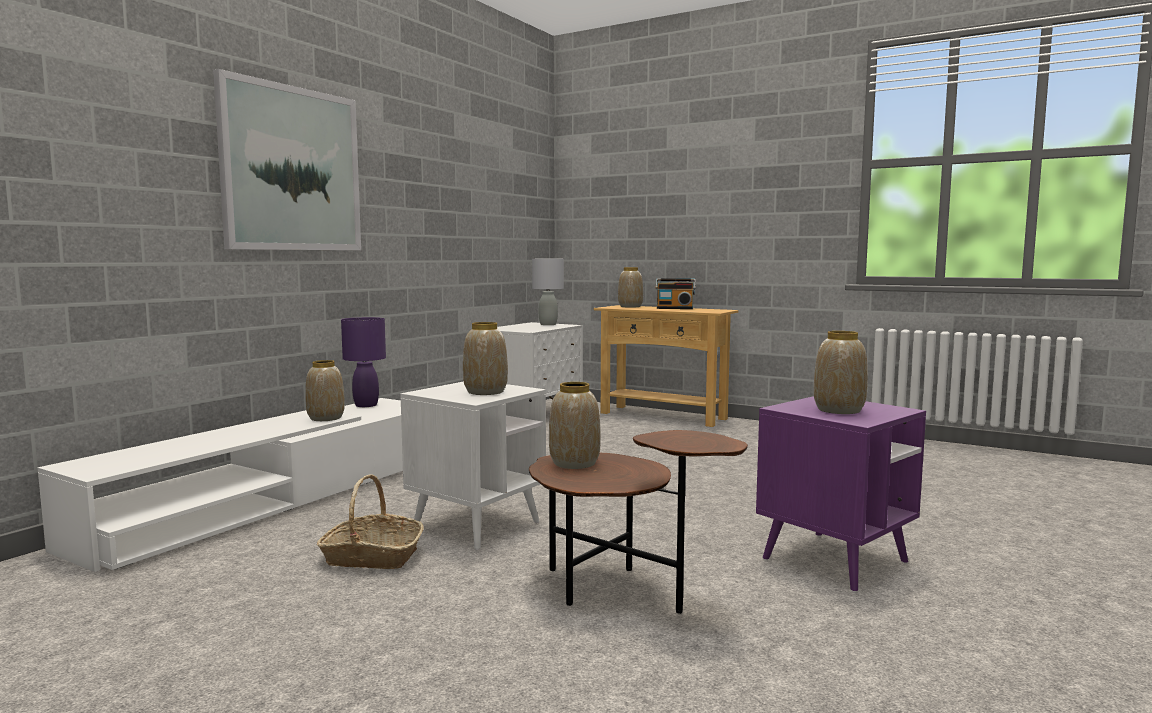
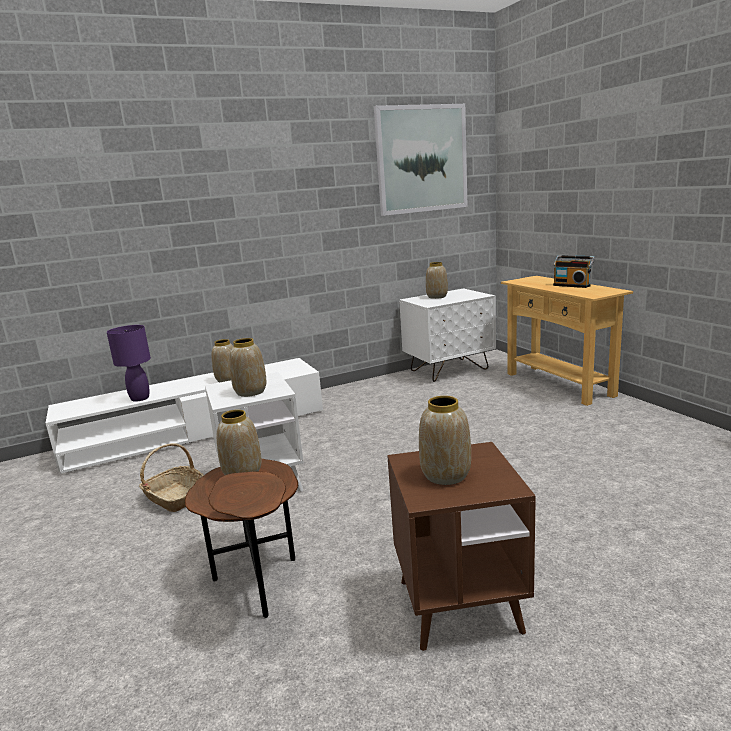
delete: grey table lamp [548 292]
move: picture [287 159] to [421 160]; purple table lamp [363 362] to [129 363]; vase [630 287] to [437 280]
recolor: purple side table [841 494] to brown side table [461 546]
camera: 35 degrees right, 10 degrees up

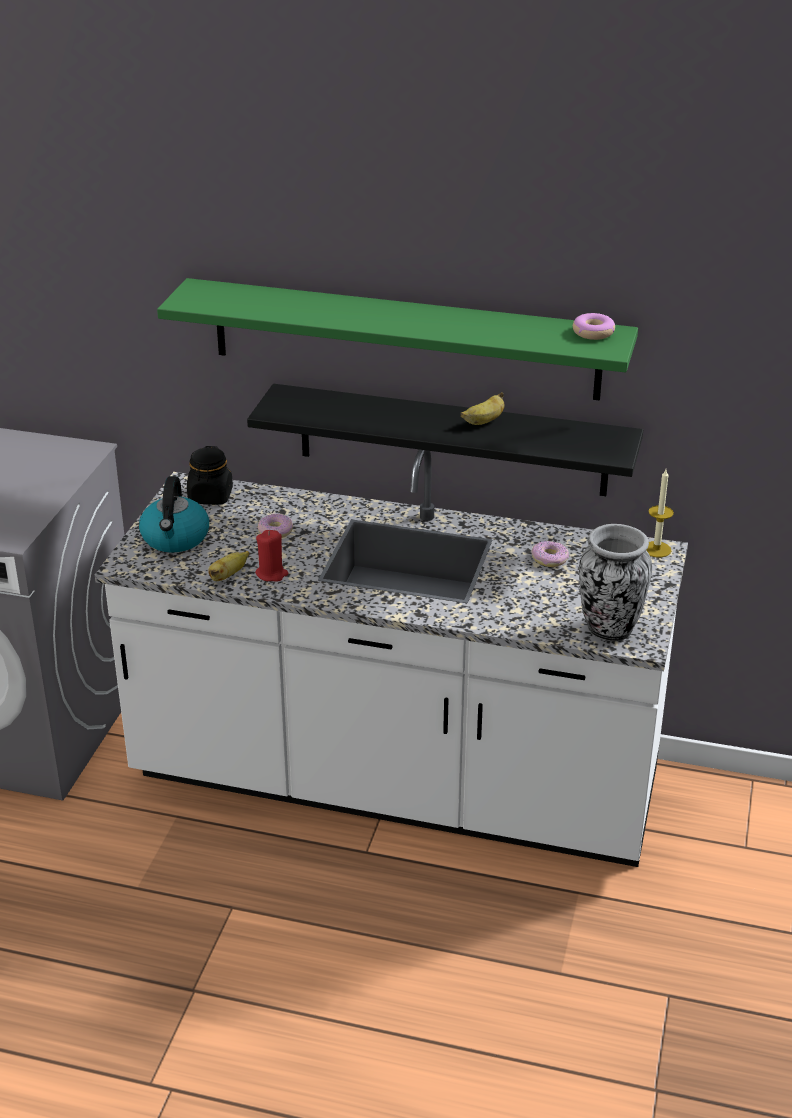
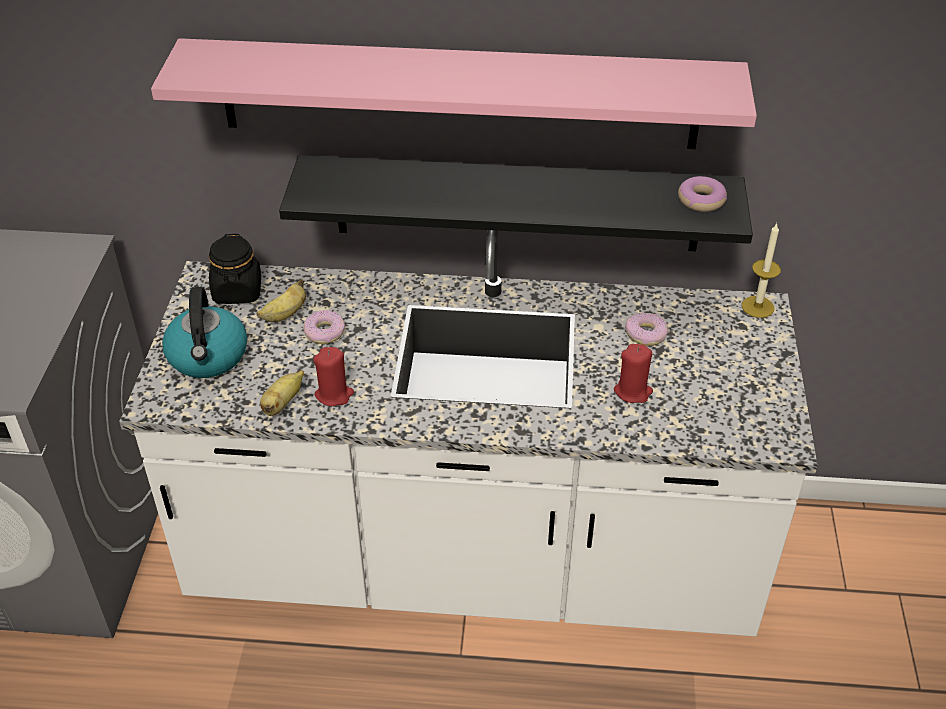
delete: vase [615 582]
insert: red candle [633 373]
move: banana [483 408] to [281 300]; donut [594 326] to [702 194]
recolor: green shelf [397 339] to pink shelf [454 93]
camera: 10 degrees left, 10 degrees up

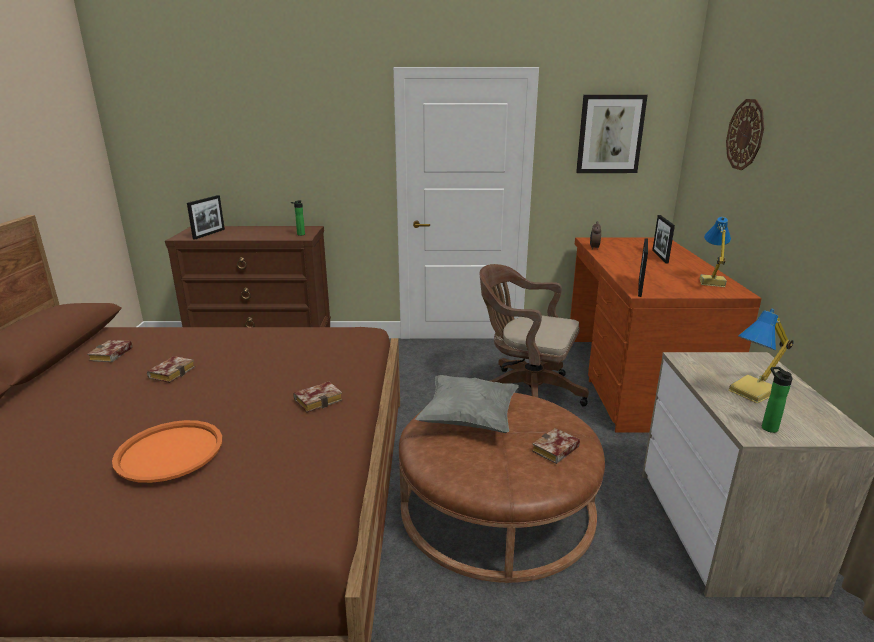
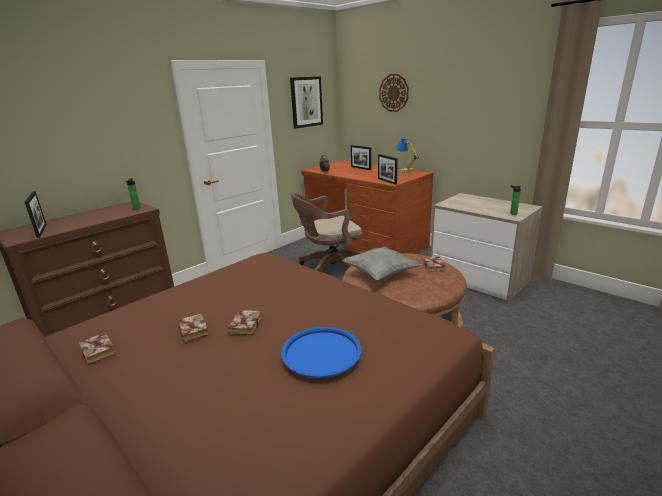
delete: table lamp [761 355]
move: book [318 397] to [245 322]
recolor: orange tray [167 451] to blue tray [321 352]
camera: 45 degrees left, 0 degrees up

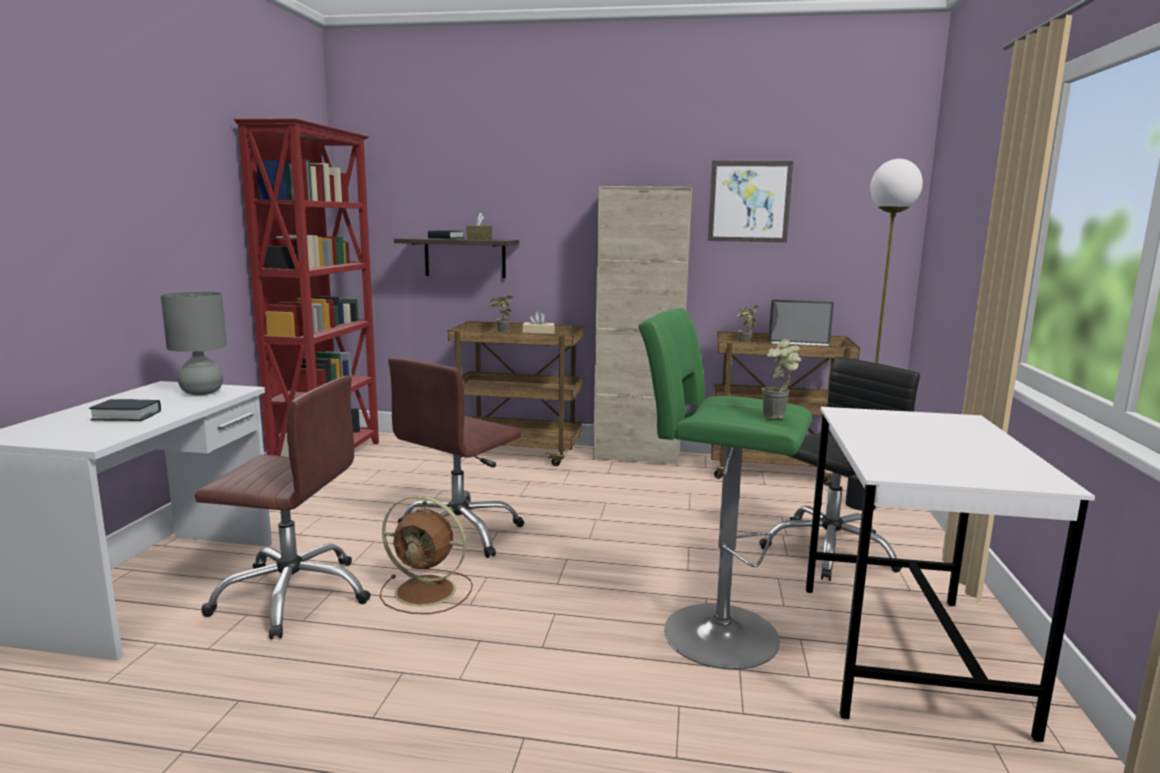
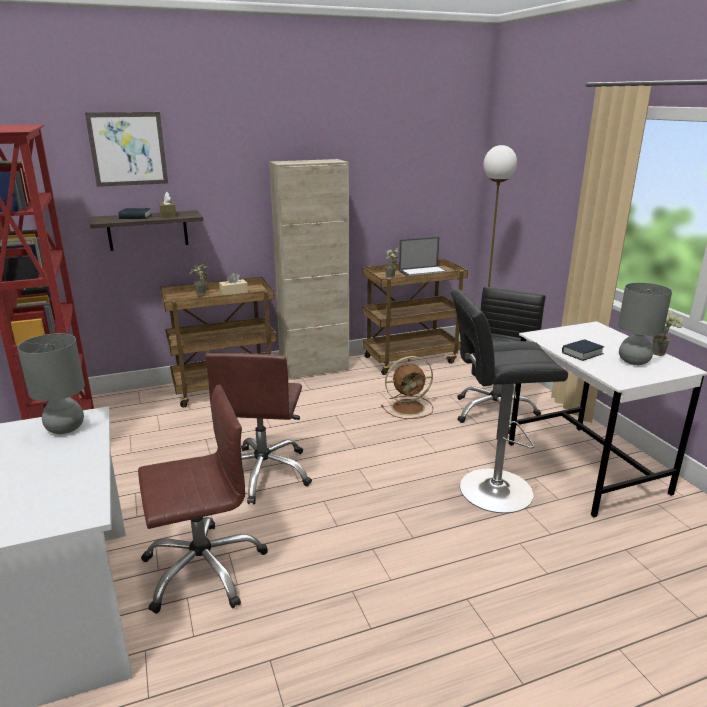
insert: grey table lamp [645 323]
move: book [125 410] to [583 350]; brown fan [426 555] to [407 387]; picture [750 202] to [126 149]; potted plant [781 379] to [668 333]
recolor: green stool [725 489] to black stool [509 401]
camera: 30 degrees left, 10 degrees up

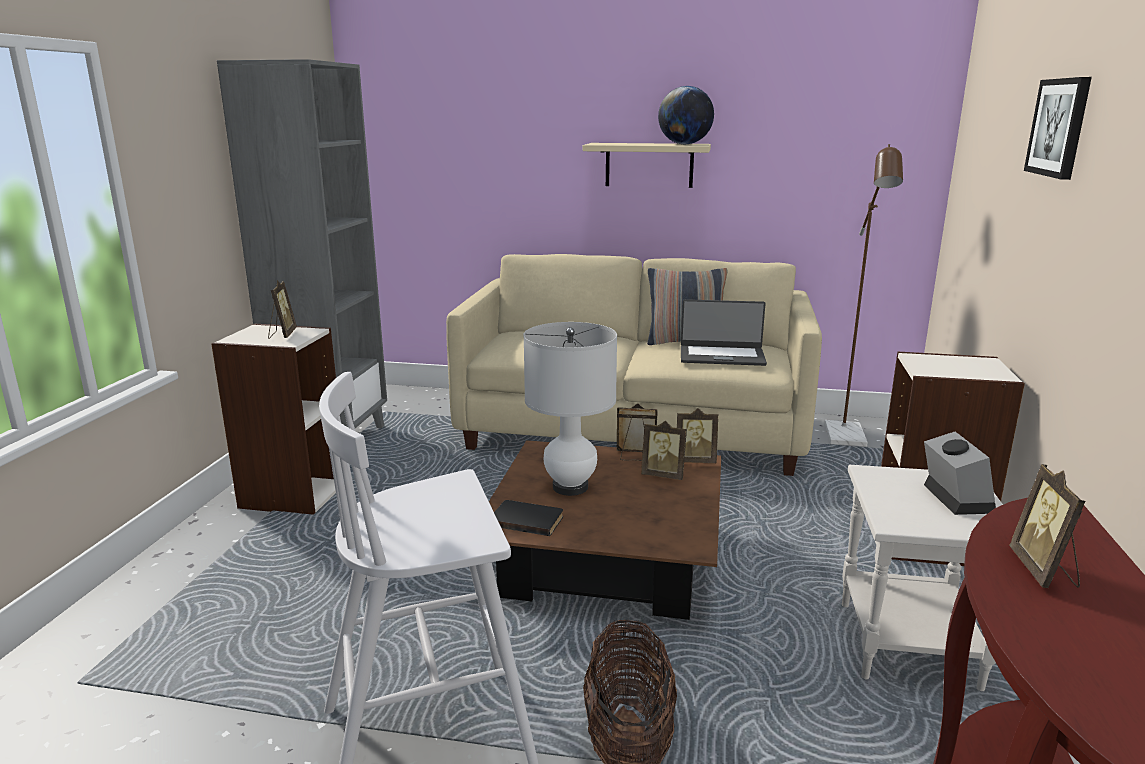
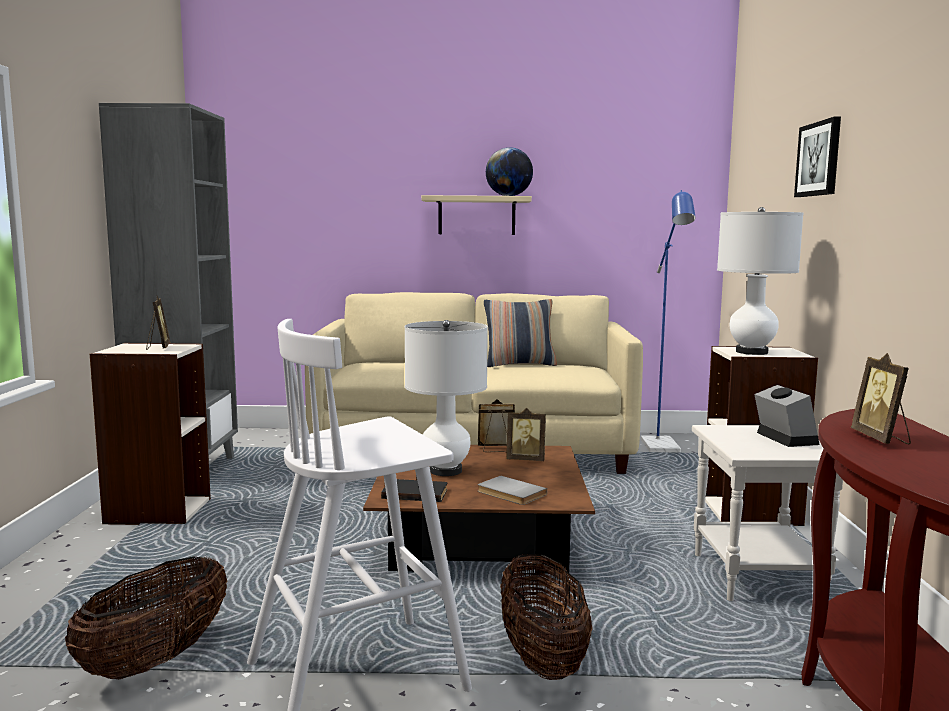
delete: picture frame [698 435]; laptop [724 332]
insert: basket [146 617]; grey book [512 490]; white table lamp [760 281]
recolor: brown floor lamp [864 295] to blue floor lamp [668 321]
camera: 10 degrees left, 10 degrees down

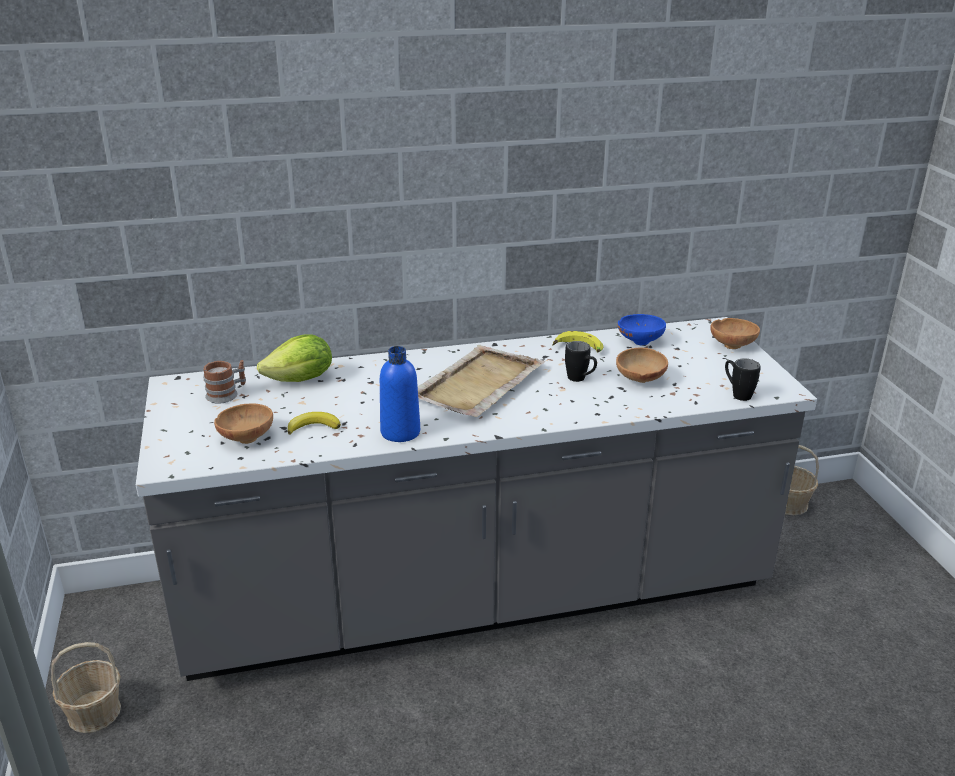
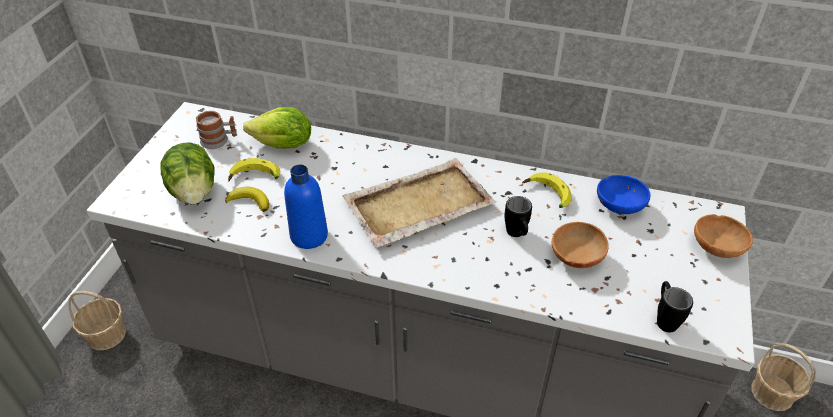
insert: banana [254 170]
replace: brown bowl [243 424] to lettuce [187 173]
camera: 30 degrees right, 15 degrees up

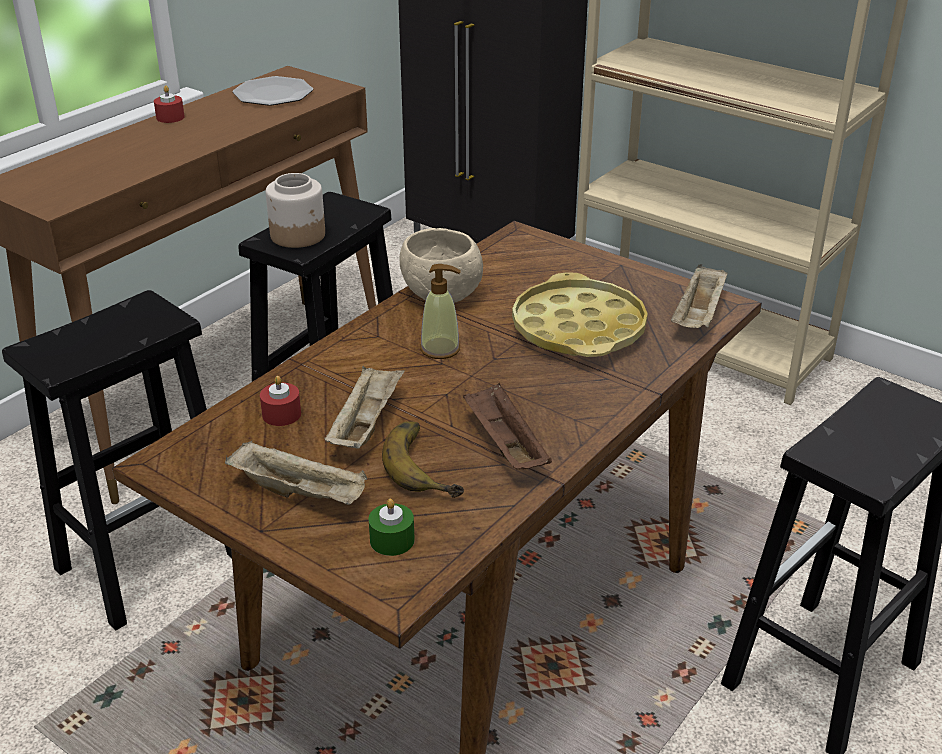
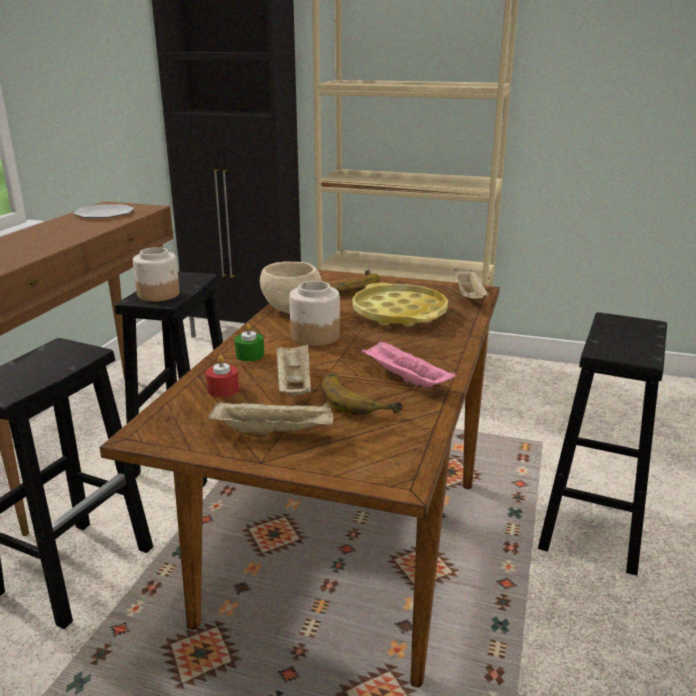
delete: red candle [169 104]
insert: banana [356 283]
move: green candle [392 527] to [249 342]
replace: soap dispenser [440 311] to jar [314 313]
recolor: brown tray [507 426] to pink tray [409 364]
camera: 20 degrees left, 10 degrees down

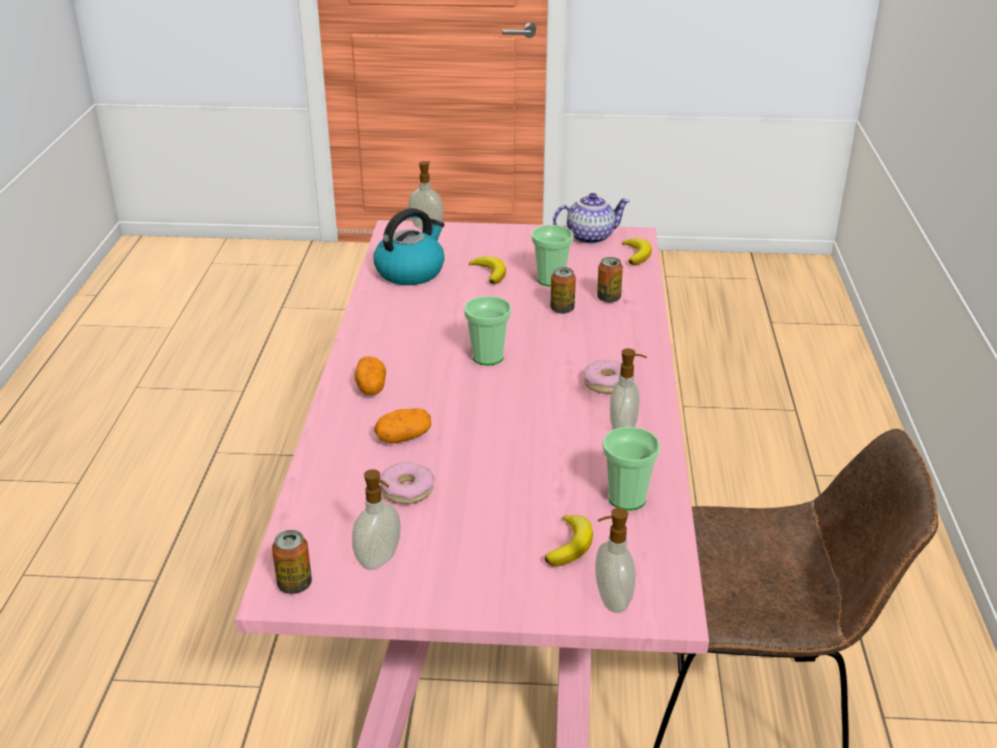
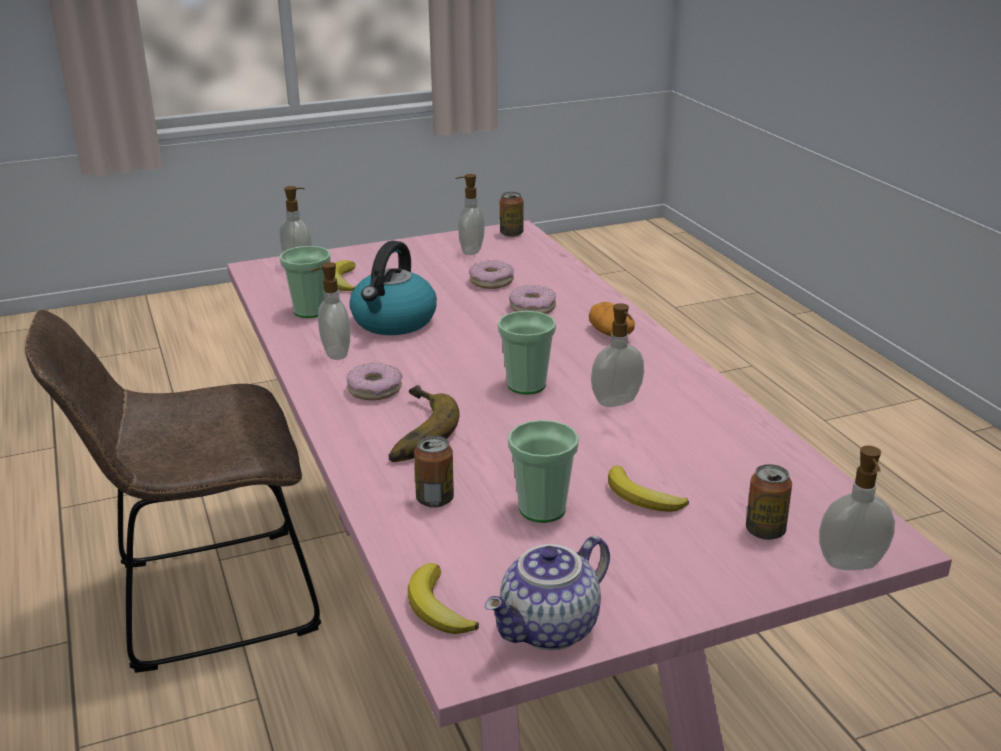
insert: banana [424 423]; soap dispenser [617 355]
move: kettle [409 246] to [393 288]; can [563 290] to [769 502]
replace: potato [402 426] to donut [532 299]
camera: 155 degrees right, 5 degrees down

